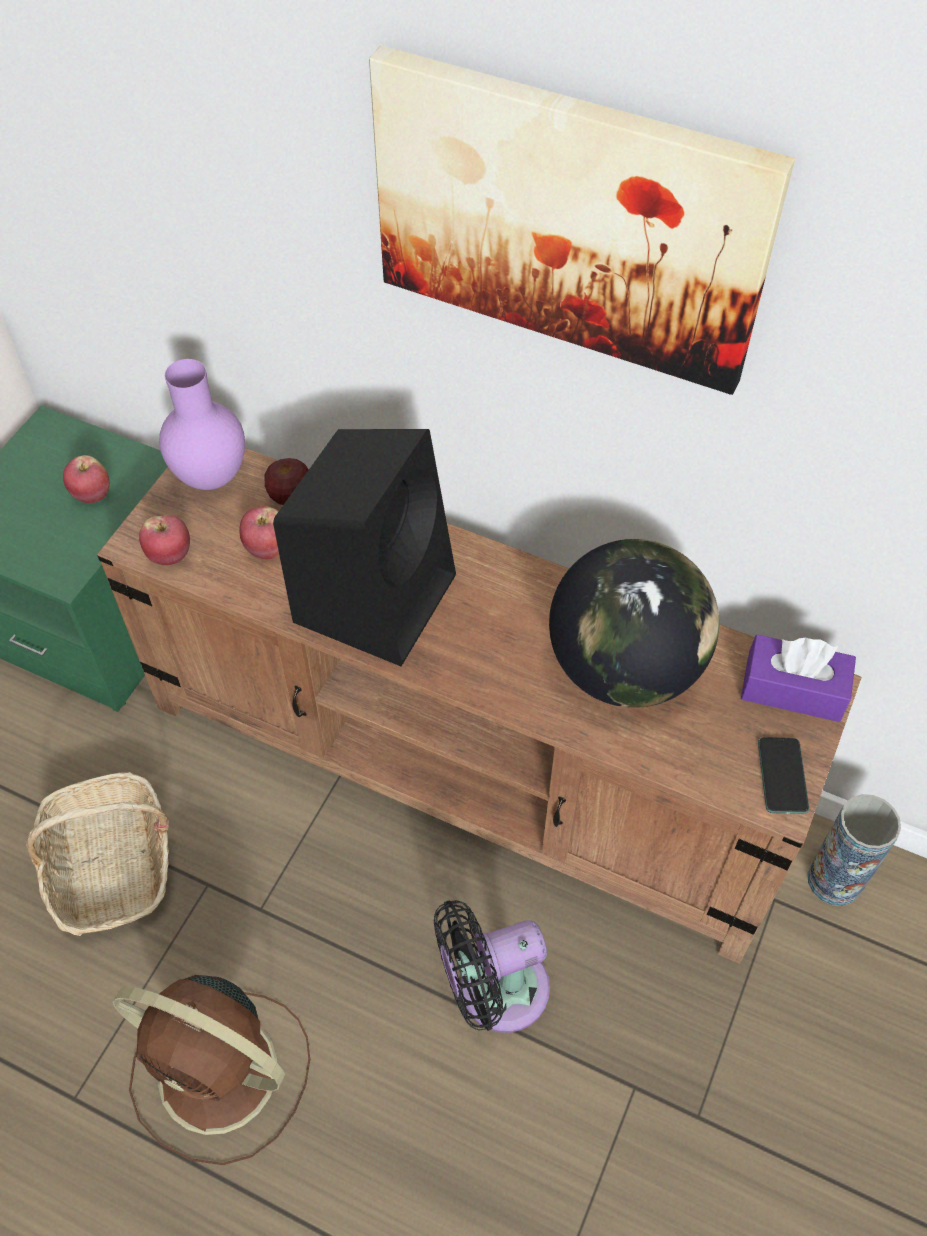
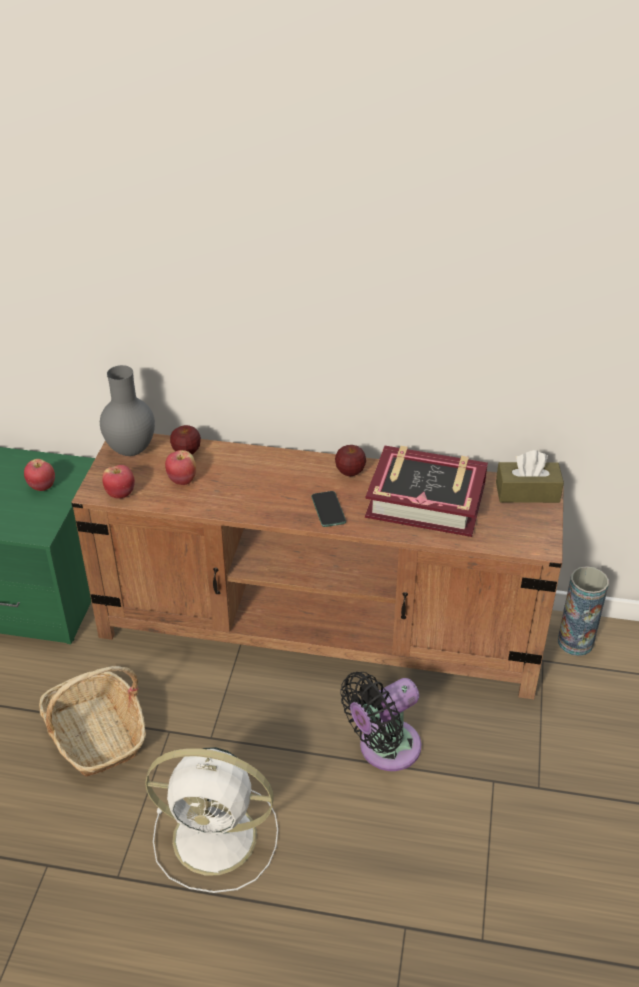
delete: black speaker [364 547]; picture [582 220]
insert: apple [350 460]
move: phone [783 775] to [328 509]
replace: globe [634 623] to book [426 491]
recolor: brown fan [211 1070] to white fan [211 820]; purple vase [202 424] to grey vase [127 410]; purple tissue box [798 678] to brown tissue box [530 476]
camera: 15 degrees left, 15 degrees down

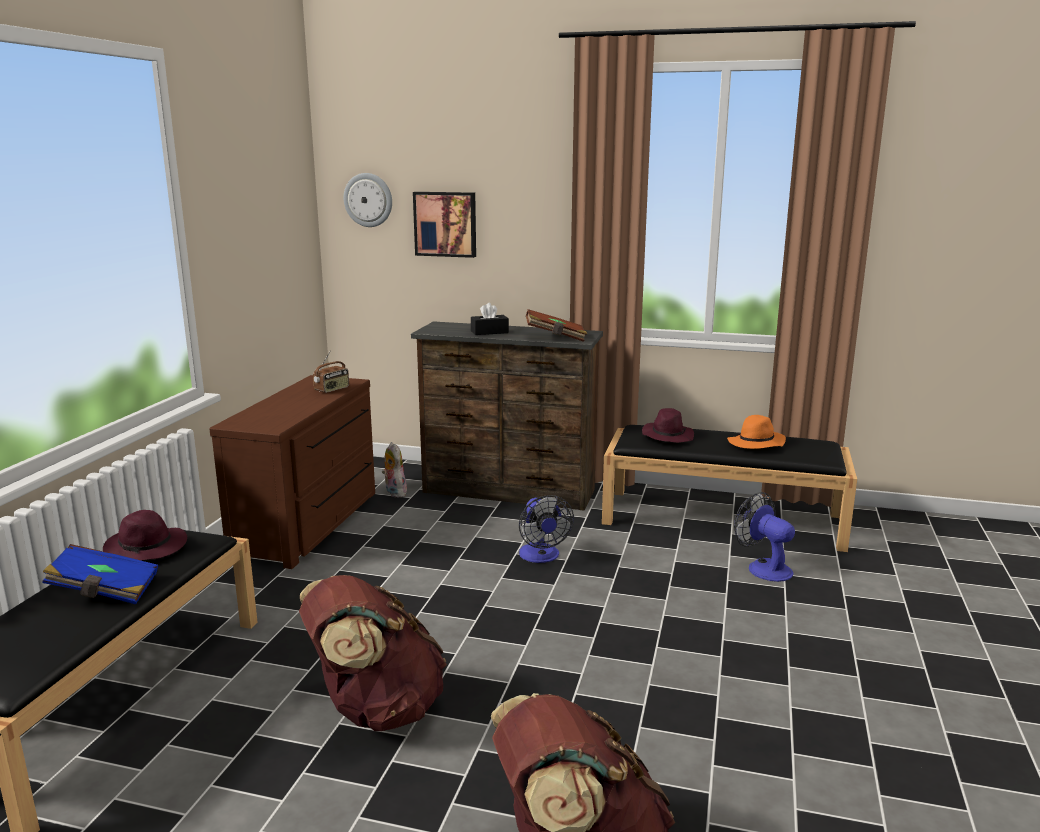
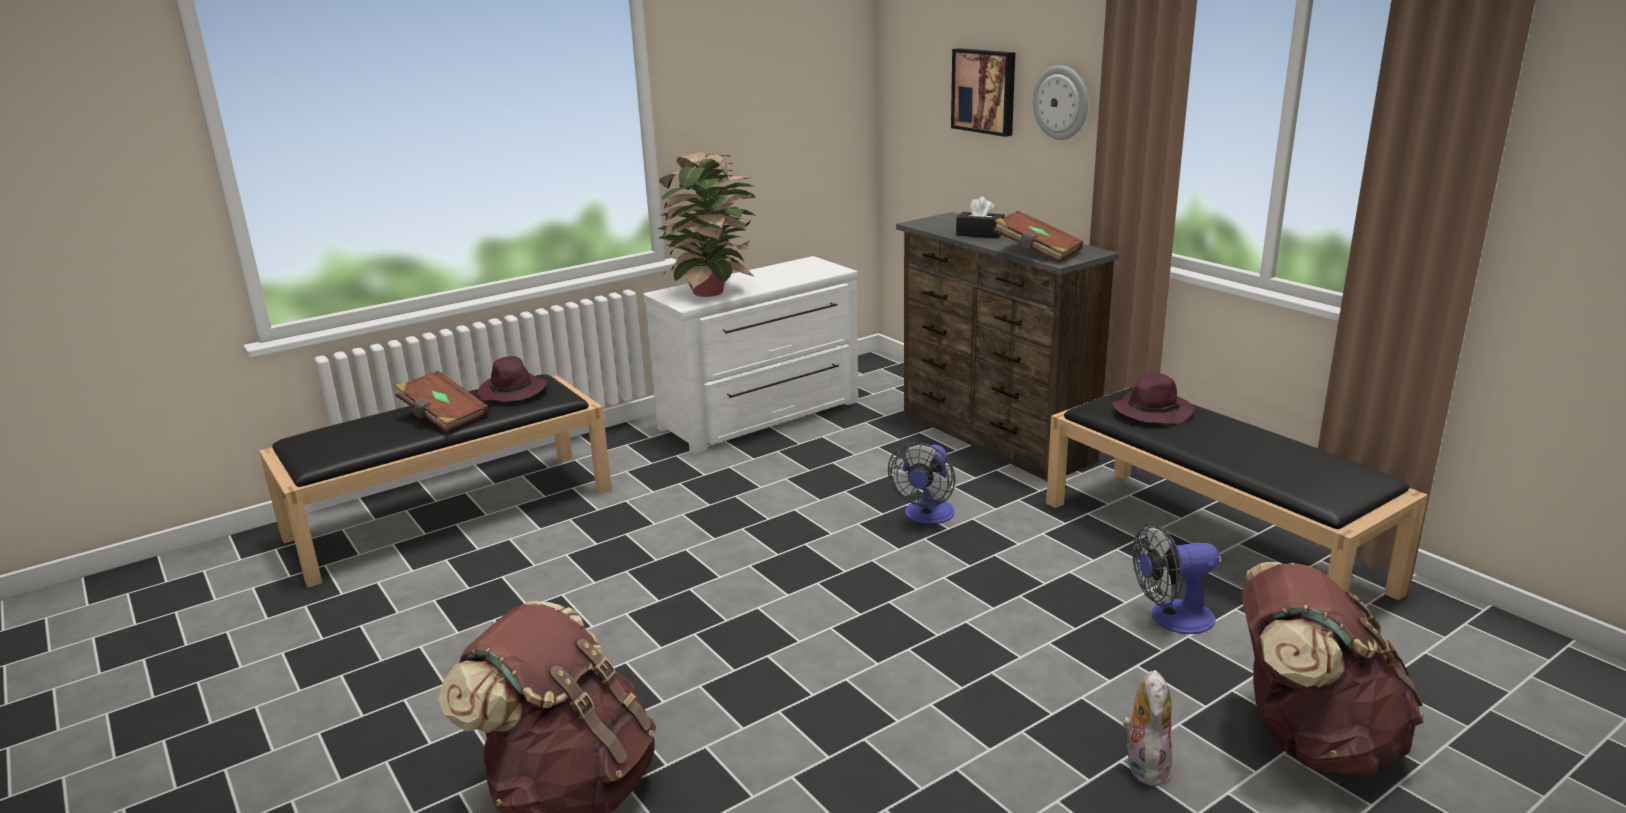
delete: radio [331 371]; orange hat [756 432]
insert: potted plant [706 224]
move: brown backpack [373 653] to [1332 669]; wall clock [368 200] to [1060 102]; plush toy [394 469] to [1147 728]
recolor: blue book [100 574] to brown book [442 402]; brown dresser [292 472] to white dresser [750 354]
rotate: fan [764 537] = [1176 578] 105 degrees counterclockwise
camera: 40 degrees right, 5 degrees up

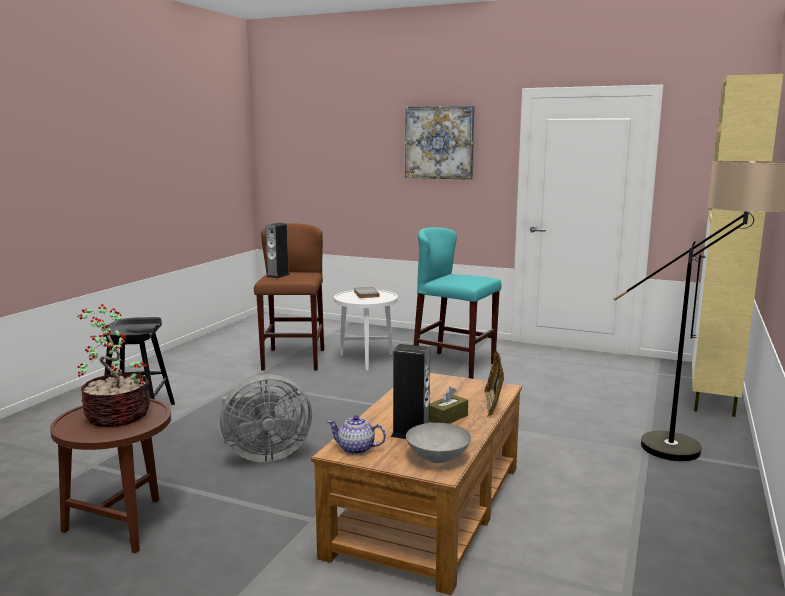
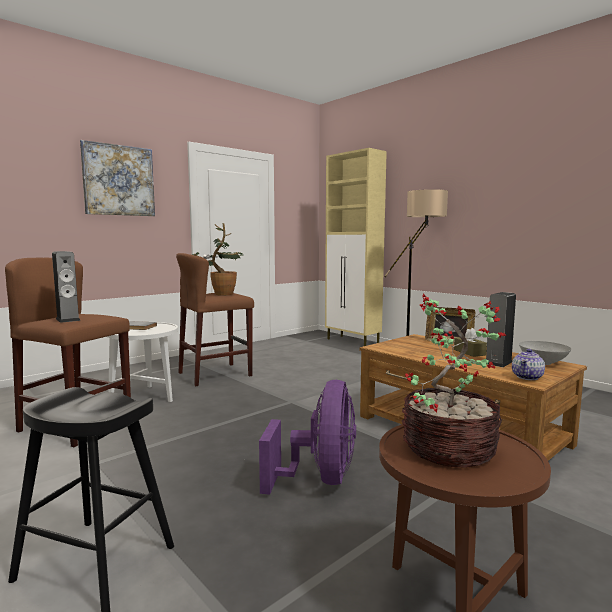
insert: potted plant [217 259]
recolor: grey fan [266 418] to purple fan [307 437]; turquoise stool [457 303] to brown stool [215 319]
camera: 65 degrees left, 5 degrees down

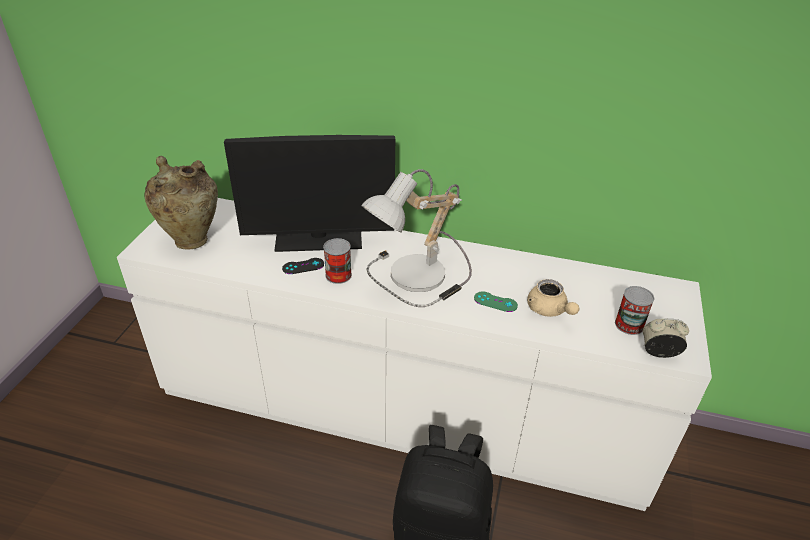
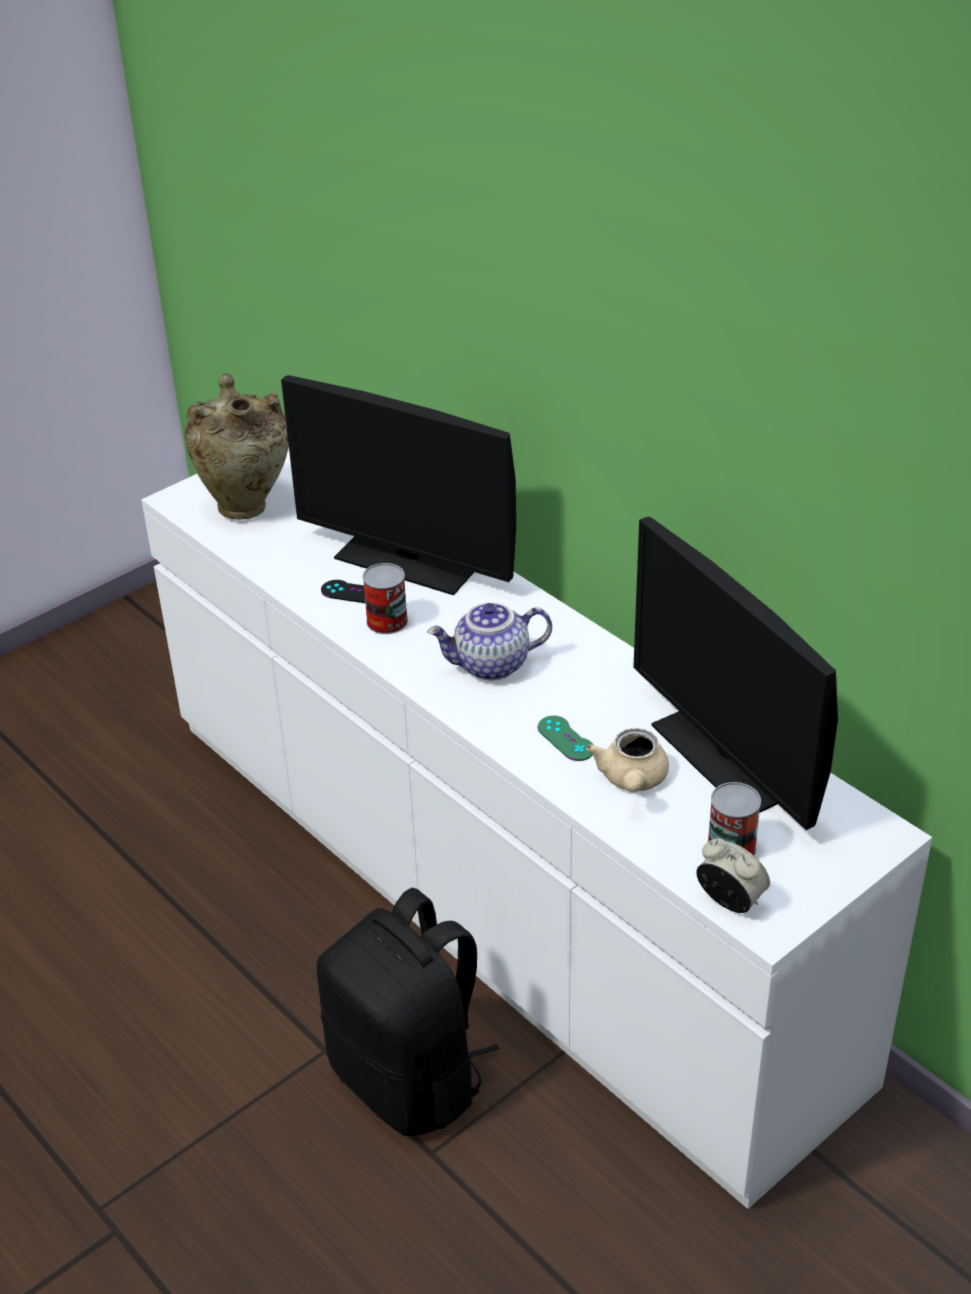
insert: monitor [735 673]
replace: table lamp [416 238] to teapot [489 641]
camera: 35 degrees right, 0 degrees up

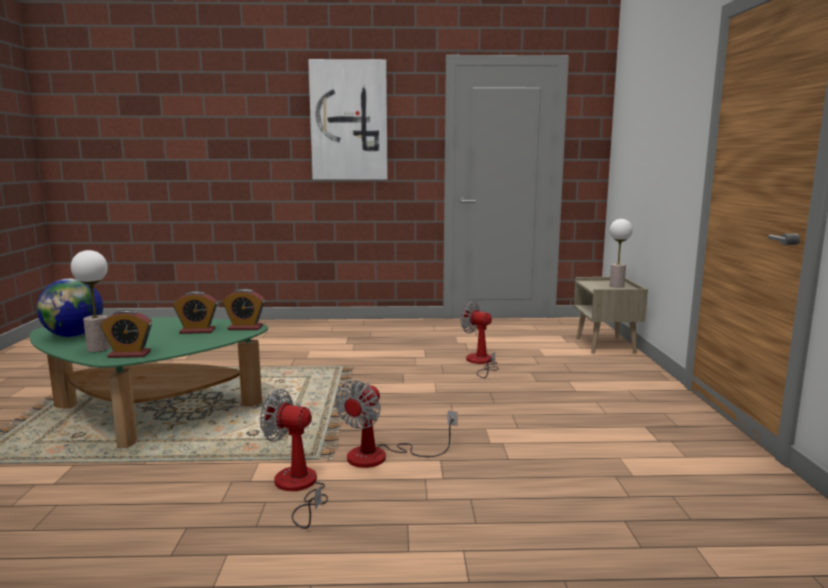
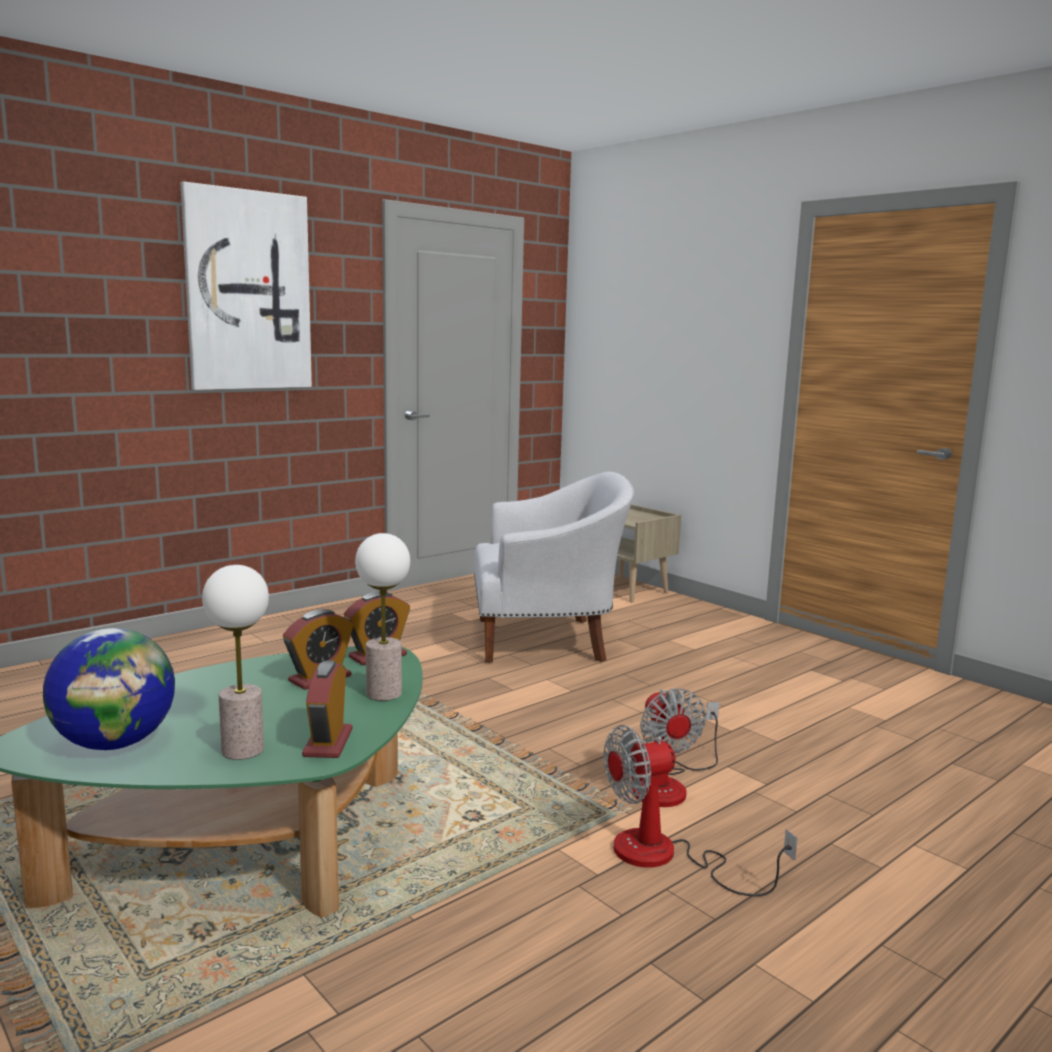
move: table lamp [621 253] to [382 617]
replace: fan [480 339] to white armchair [554 567]
rotate: alarm clock [126 333] = [327 709] 135 degrees clockwise
camera: 40 degrees left, 0 degrees up

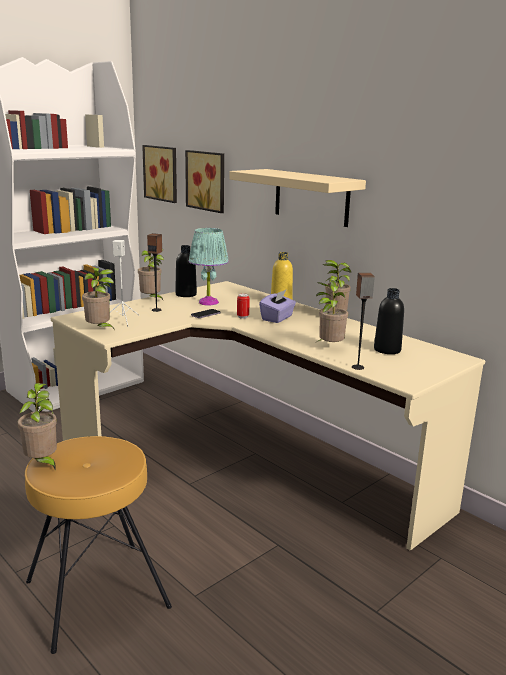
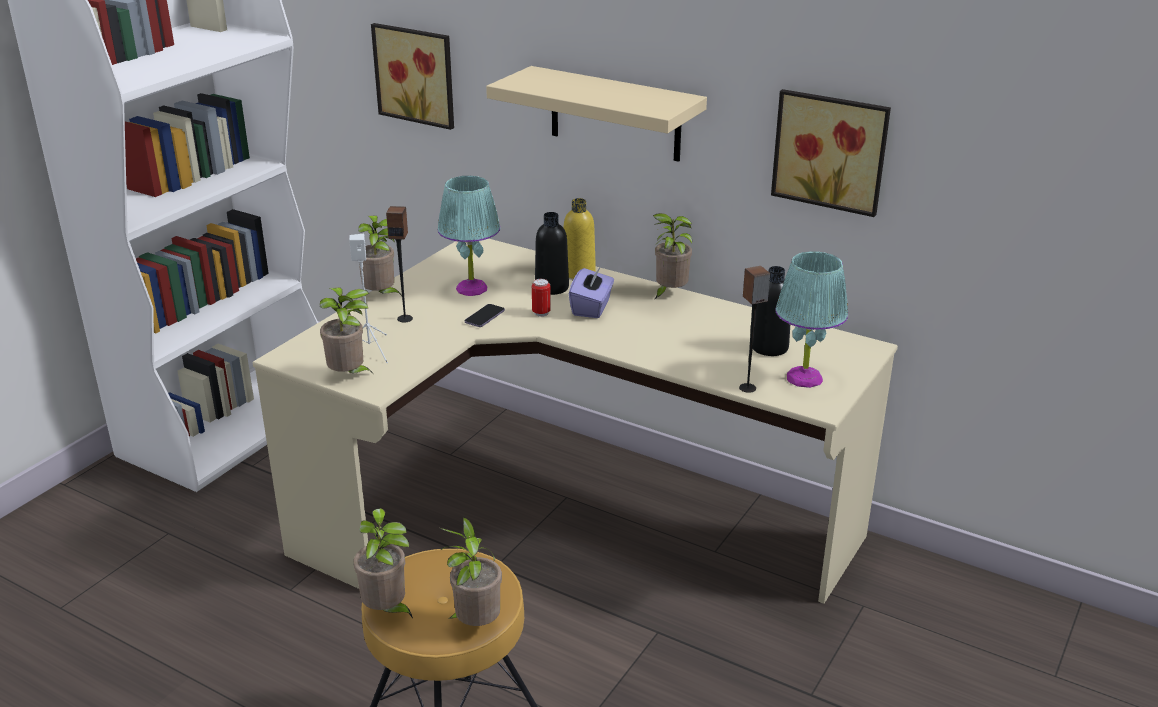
insert: turquoise table lamp [811 319]
move: picture [159 174] to [831 153]; black bottle [186 271] to [552 253]; potted plant [332 311] to [471 571]
camera: 15 degrees left, 10 degrees up

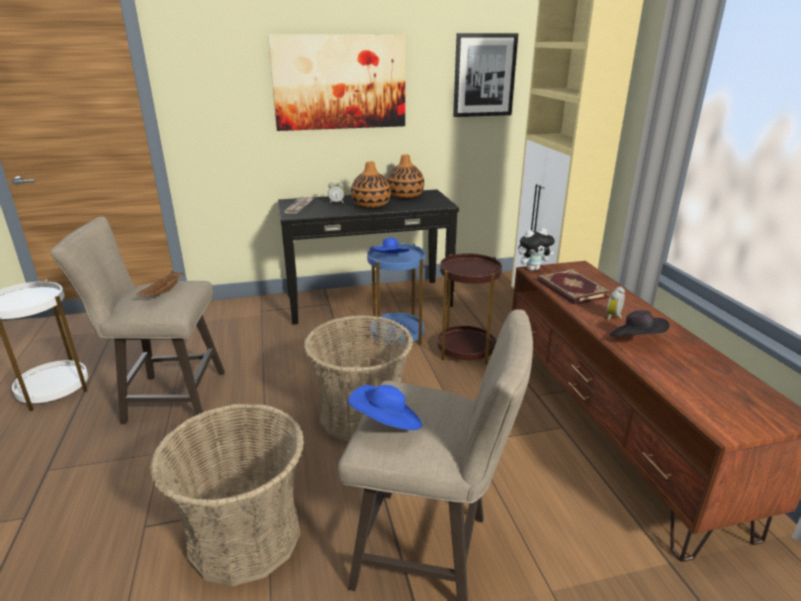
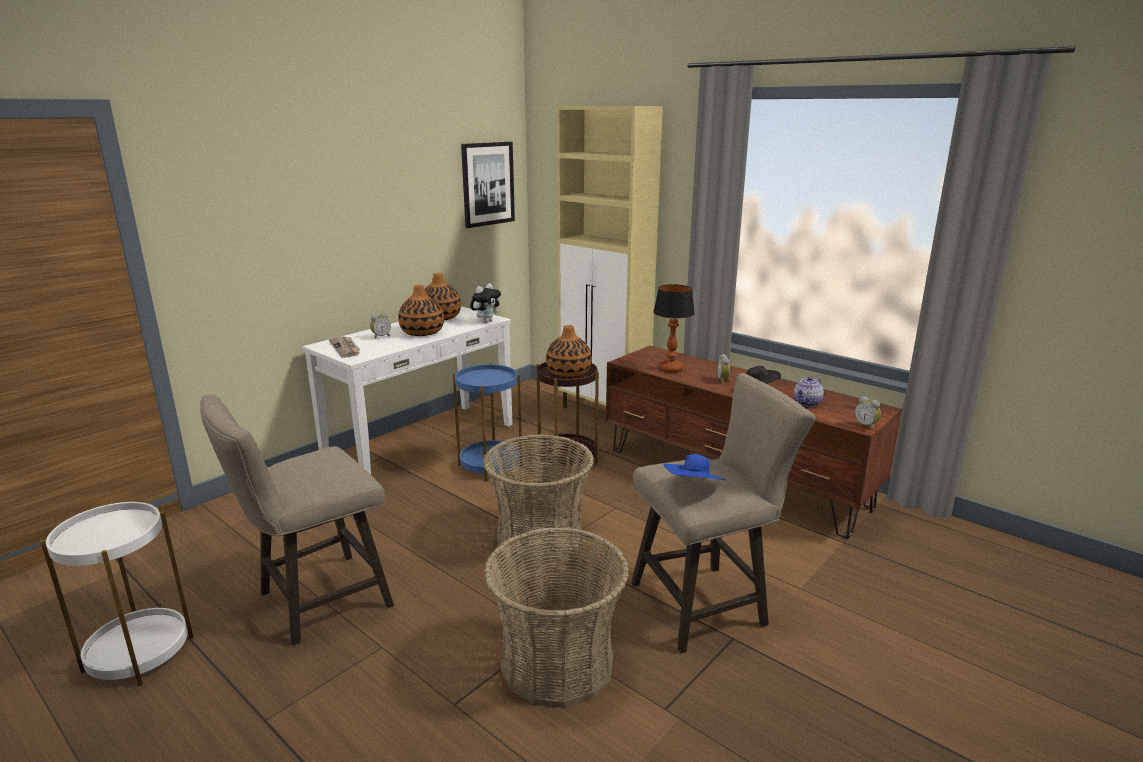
delete: brown tray [160 284]; picture [336 83]; blue hat [390 246]
insert: vase [569 351]; teapot [809 392]; alarm clock [868 413]
move: plush toy [536 249] to [485 303]
replace: book [574 287] to table lamp [674 328]
recolor: black console table [368 257] to white console table [407 390]
camera: 35 degrees left, 5 degrees down

